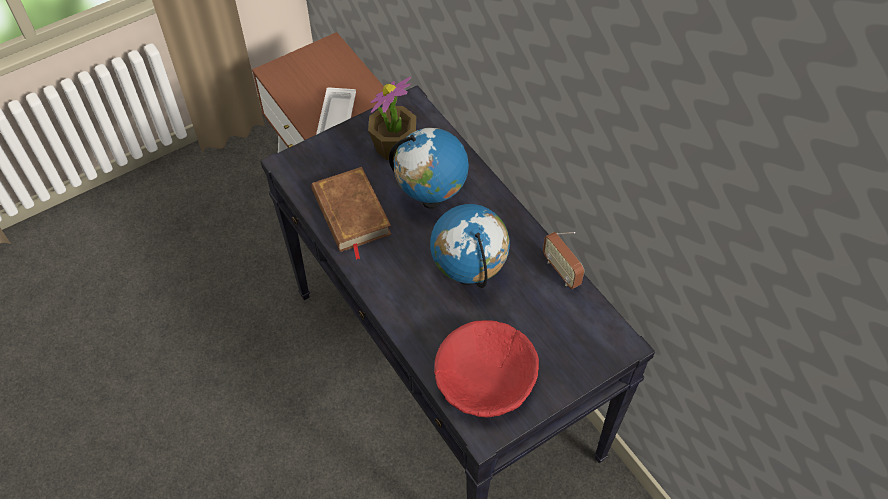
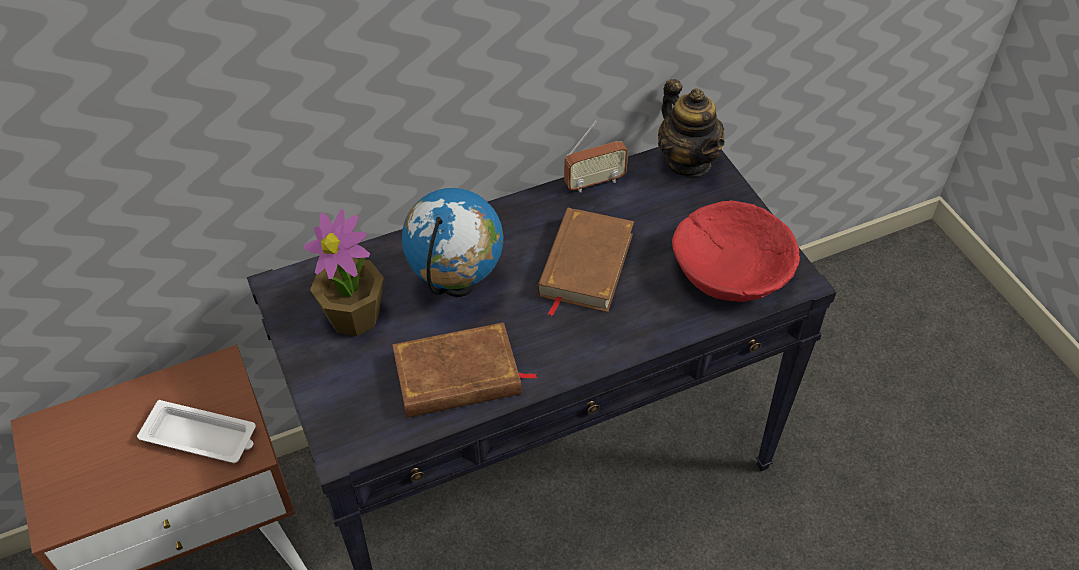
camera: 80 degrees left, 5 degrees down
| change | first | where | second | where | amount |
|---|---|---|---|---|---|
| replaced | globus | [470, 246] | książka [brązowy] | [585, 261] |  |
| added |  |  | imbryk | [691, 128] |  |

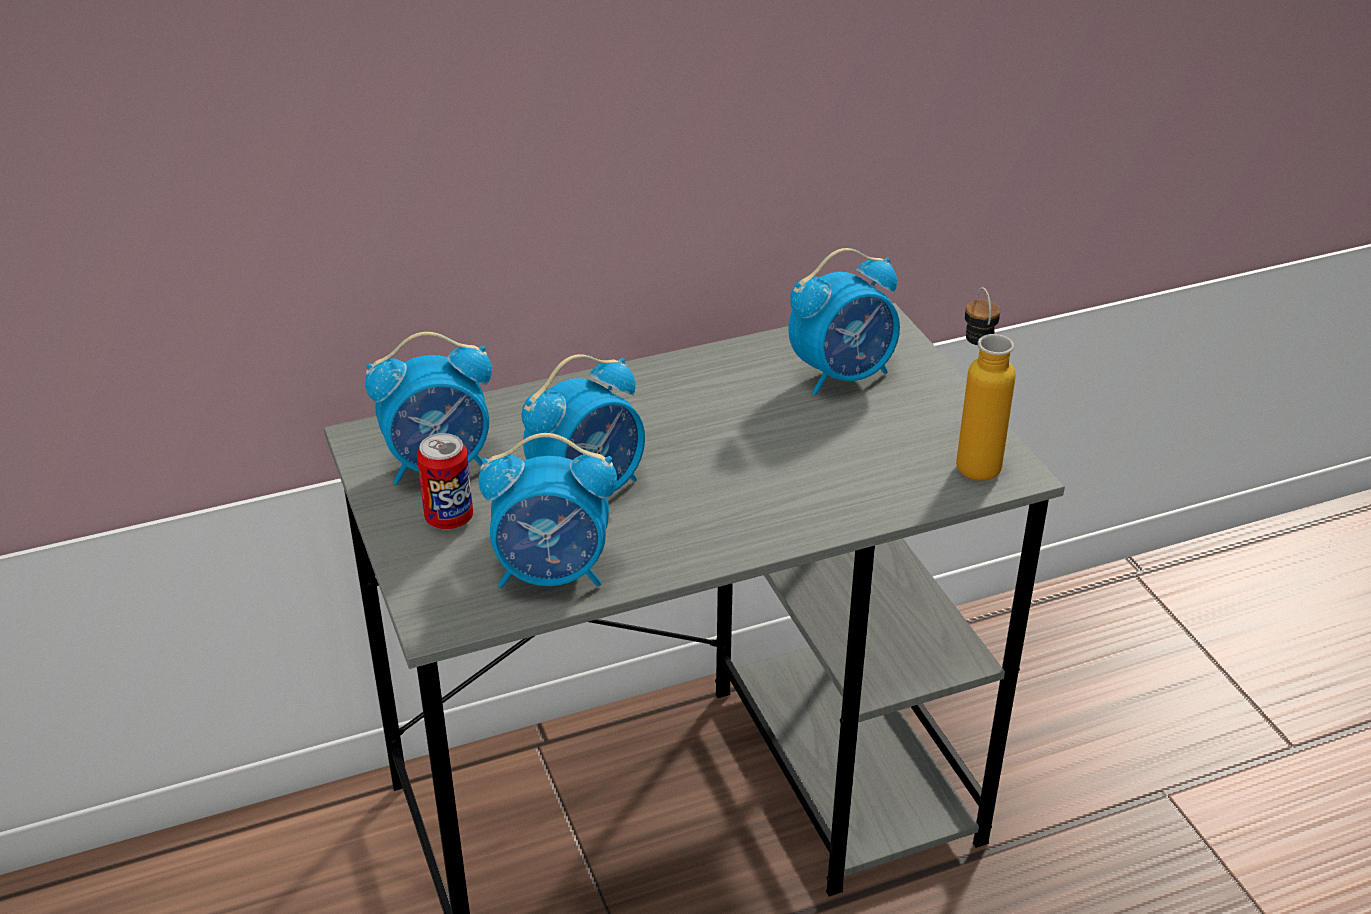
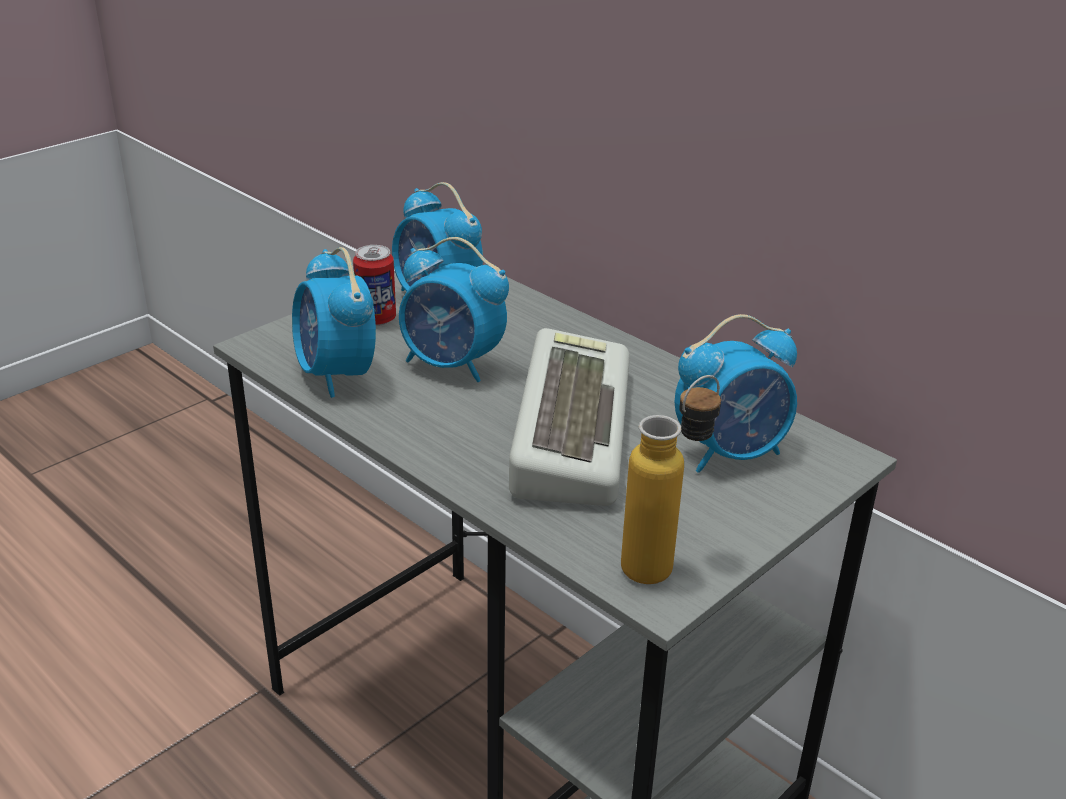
camera: 65 degrees right, 5 degrees down
| change | first | where | second | where | amount |
|---|---|---|---|---|---|
| added |  |  | klawiatura | [569, 417] |  |
| turned | budzik | [844, 322] |  | [736, 393] | 60 degrees counterclockwise |

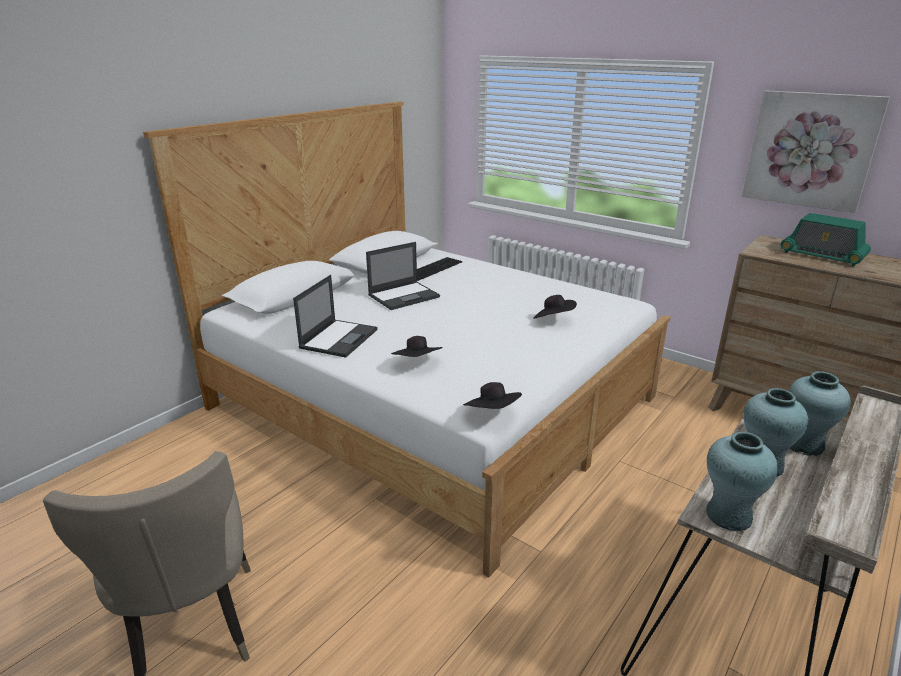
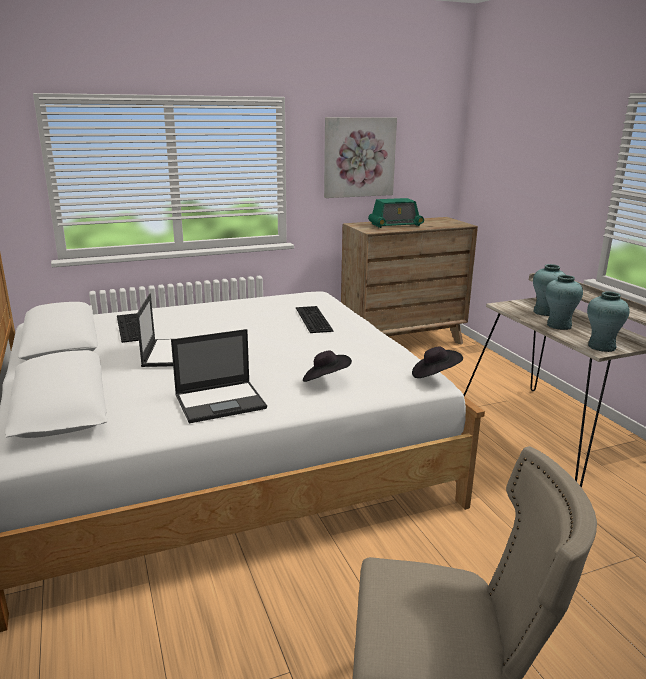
camera: 60 degrees left, 5 degrees down
| change | first | where | second | where | amount |
|---|---|---|---|---|---|
| turned | laptop | [335, 316] |  | [219, 376] | 105 degrees clockwise |
| replaced | kapelusz [czarny] | [555, 307] | klawiatura | [315, 319] |  |

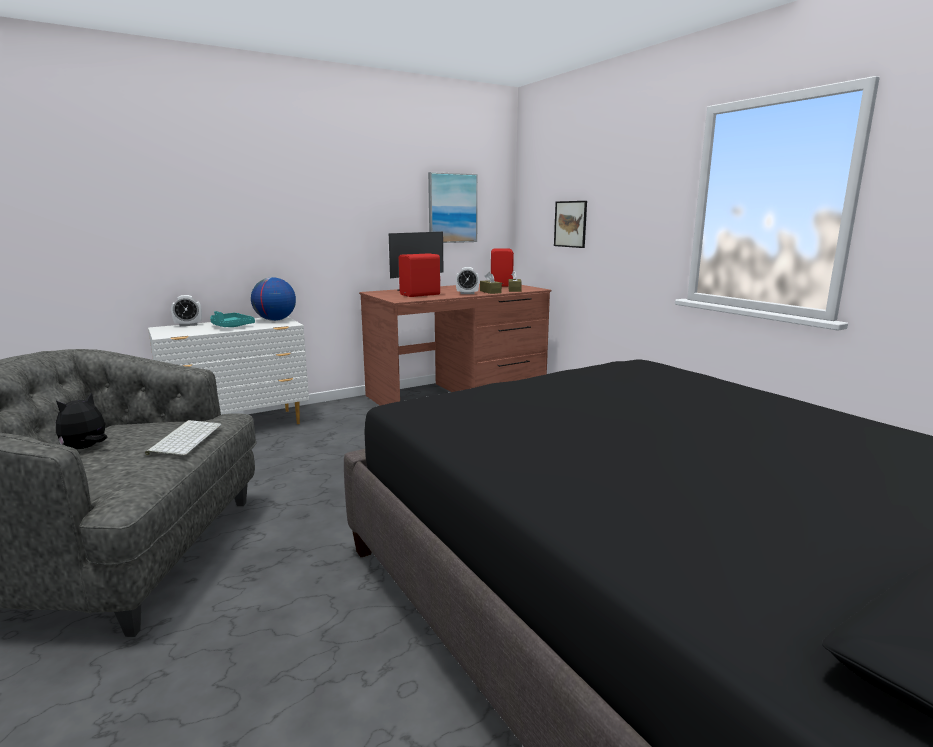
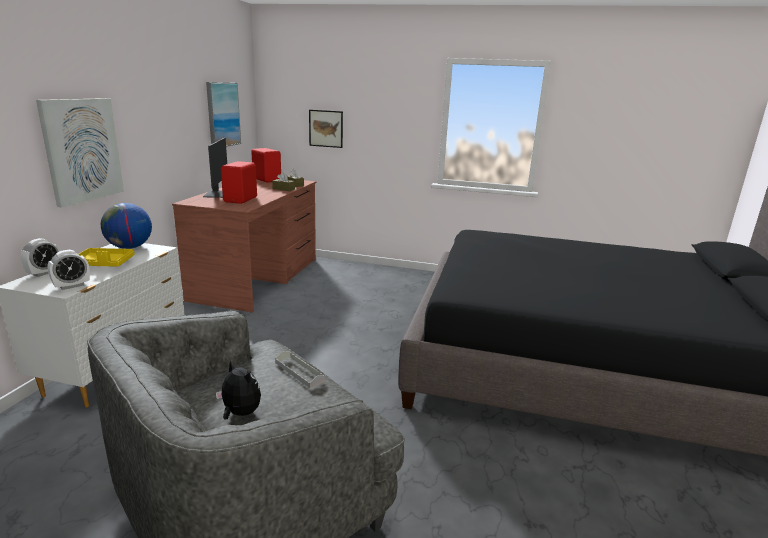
camera: 45 degrees left, 5 degrees up
| change | first | where | second | where | amount |
|---|---|---|---|---|---|
| added |  |  | obraz | [80, 152] |  |
| moved | budzik | [467, 280] |  | [69, 270] |  |
| recoloured | taca [turkusowy] | [232, 319] | taca [żółty] | [106, 257] |  |
| turned | pluszak | [81, 421] |  | [238, 390] | 135 degrees clockwise |
| replaced | klawiatura | [183, 437] | taca [szary] | [300, 369] |  |

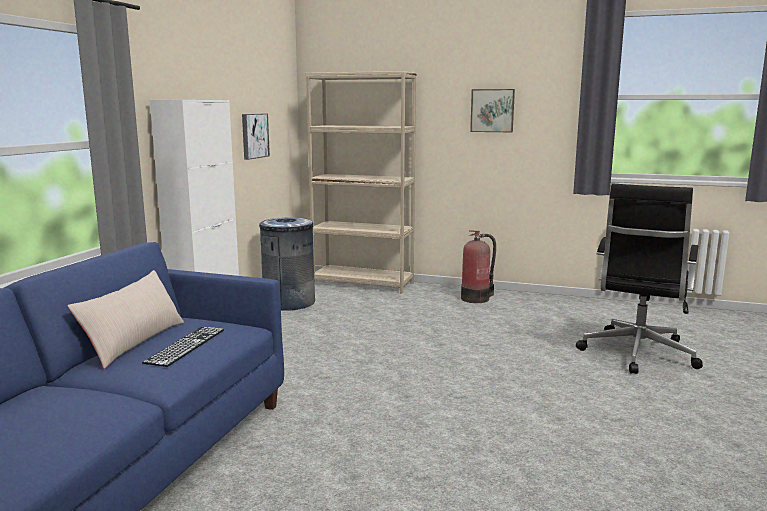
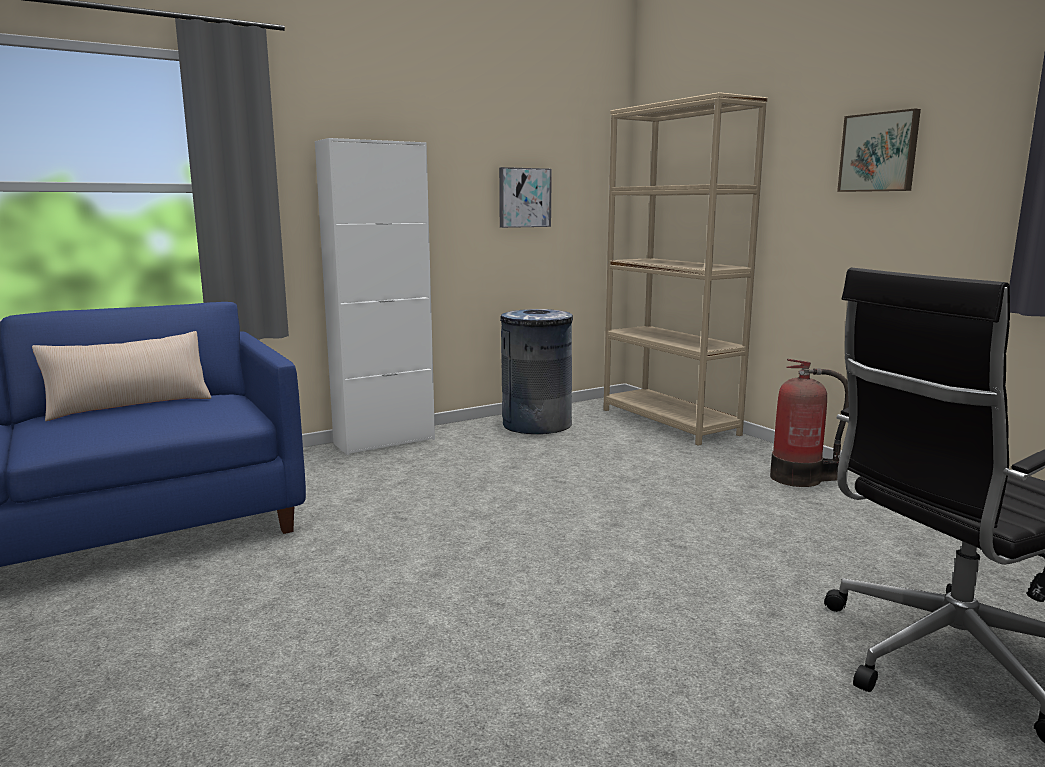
camera: 40 degrees right, 0 degrees up
| change | first | where | second | where | amount |
|---|---|---|---|---|---|
| removed | klawiatura | [183, 347] |  |  |  |

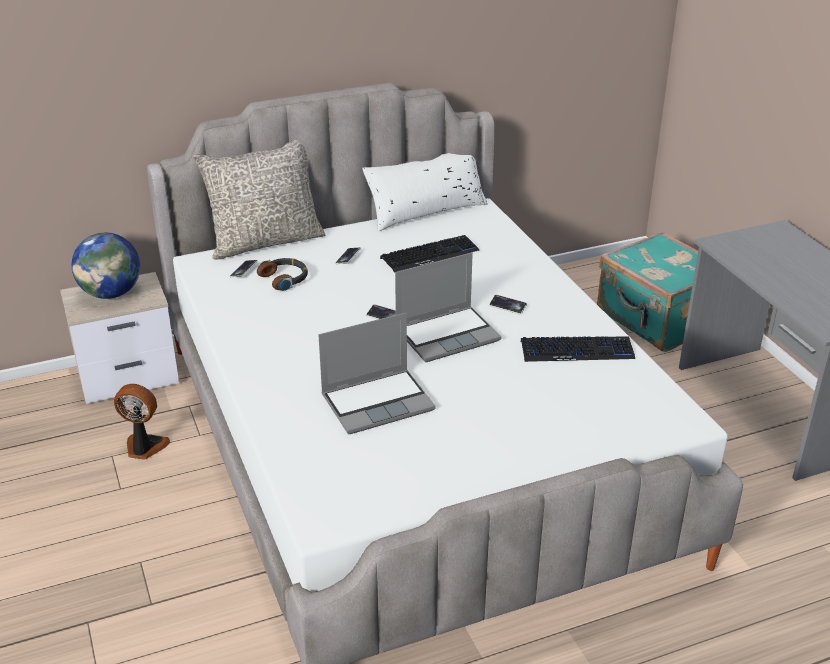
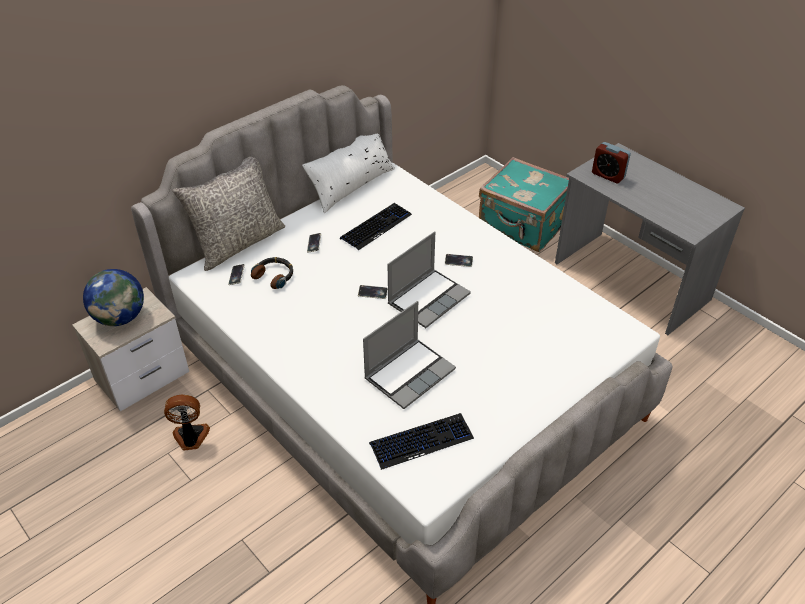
camera: 20 degrees left, 10 degrees up
| change | first | where | second | where | amount |
|---|---|---|---|---|---|
| moved | klawiatura | [578, 349] |  | [421, 441] |  |
| added |  |  | budzik | [611, 162] |  |

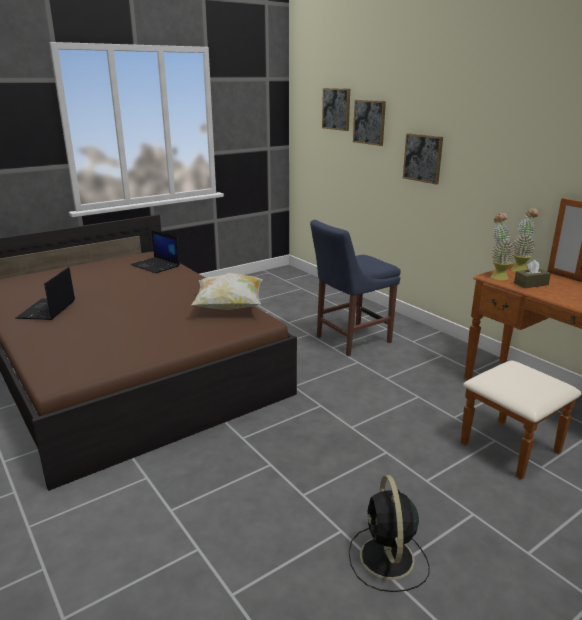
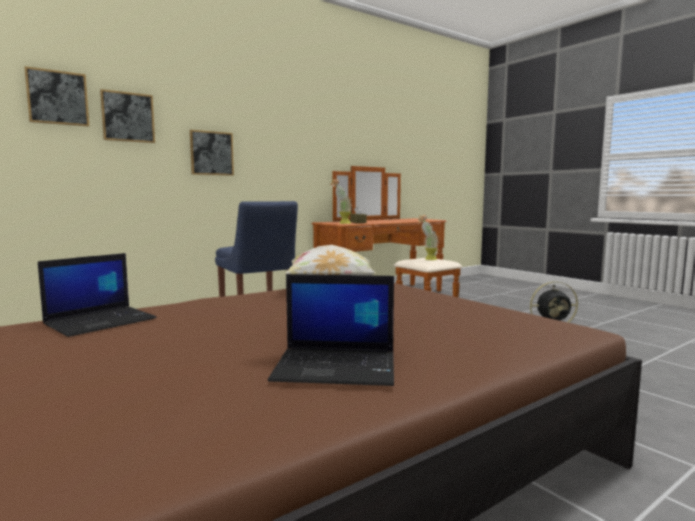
camera: 90 degrees left, 15 degrees down
| change | first | where | second | where | amount |
|---|---|---|---|---|---|
| moved | roślina doniczkowa | [525, 240] |  | [428, 237] |  |

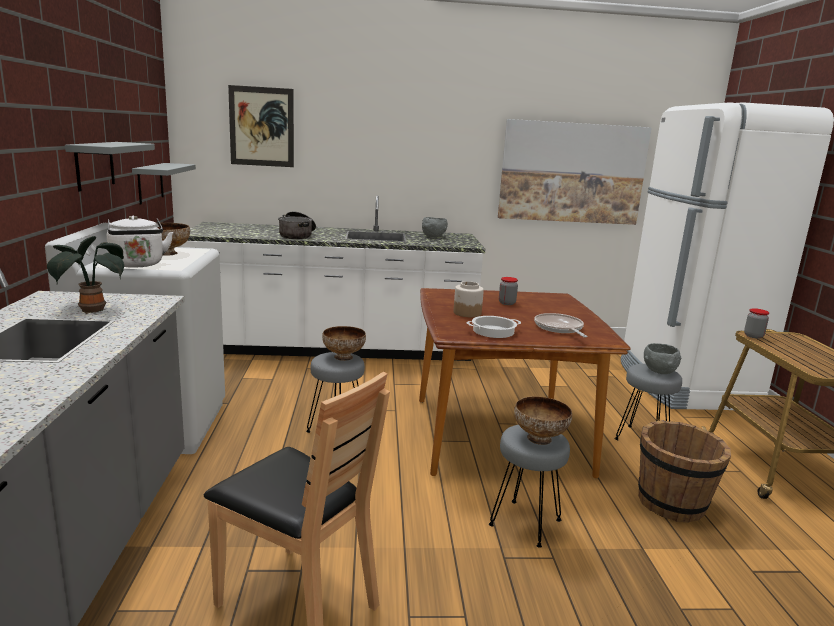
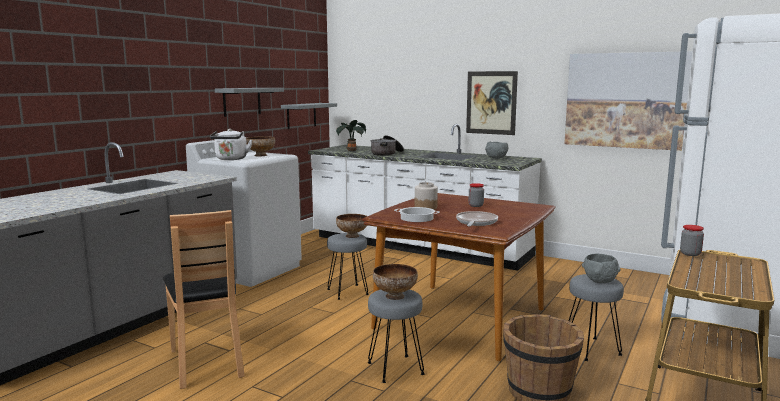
camera: 35 degrees right, 5 degrees down
| change | first | where | second | where | amount |
|---|---|---|---|---|---|
| moved | roślina doniczkowa | [85, 275] |  | [351, 135] |  |
| moved | obraz | [261, 126] |  | [492, 103] |  |

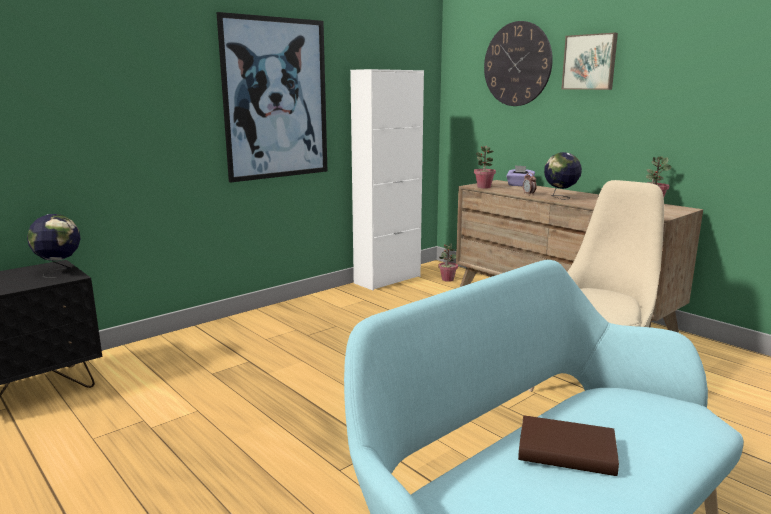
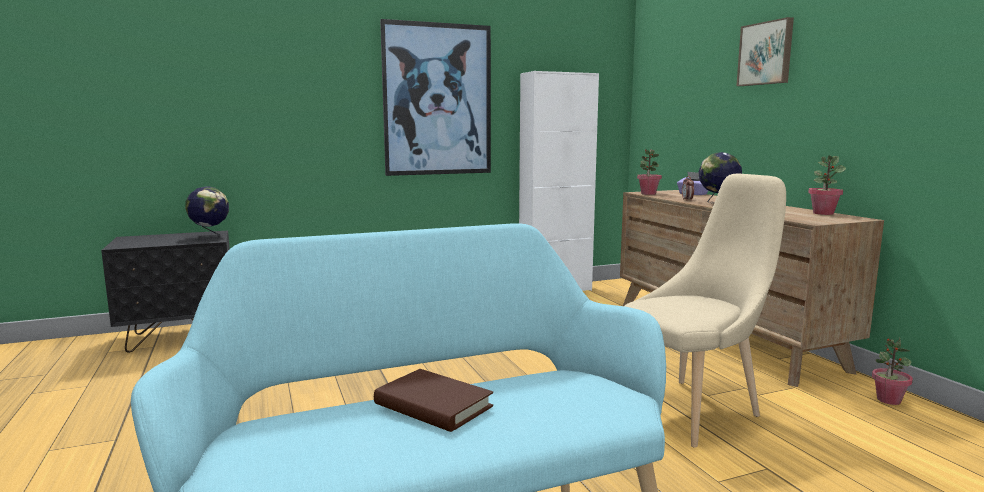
camera: 20 degrees right, 5 degrees down
| change | first | where | second | where | amount |
|---|---|---|---|---|---|
| moved | roślina doniczkowa | [448, 263] |  | [892, 371] |  |
| removed | zegar ścienny | [518, 63] |  |  |  |

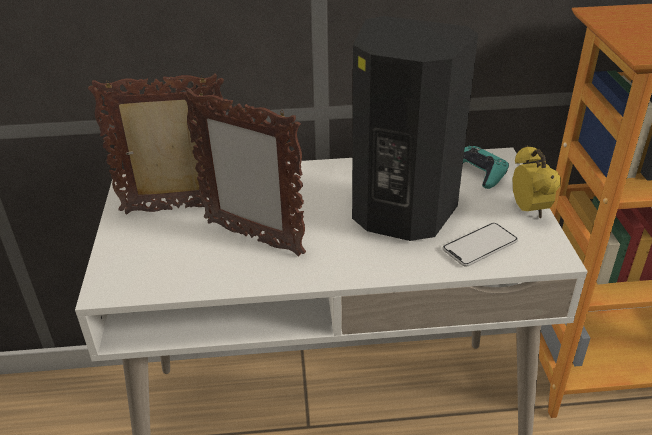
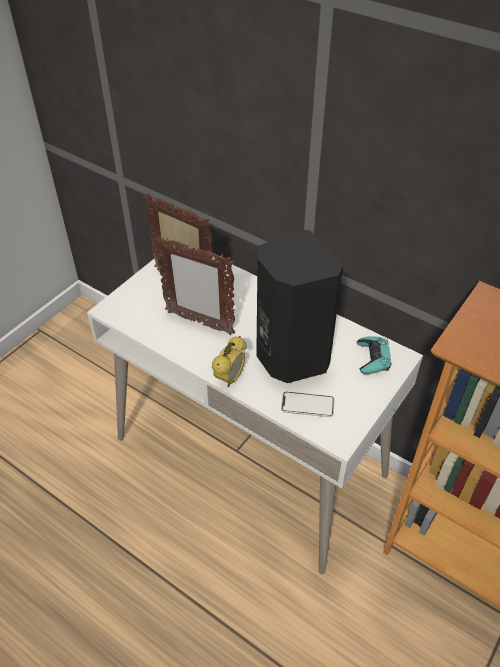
camera: 40 degrees right, 10 degrees up
| change | first | where | second | where | amount |
|---|---|---|---|---|---|
| turned | ramka na zdjęcie | [244, 172] |  | [194, 285] | 45 degrees counterclockwise |
| moved | budzik | [536, 182] |  | [229, 361] |  |

